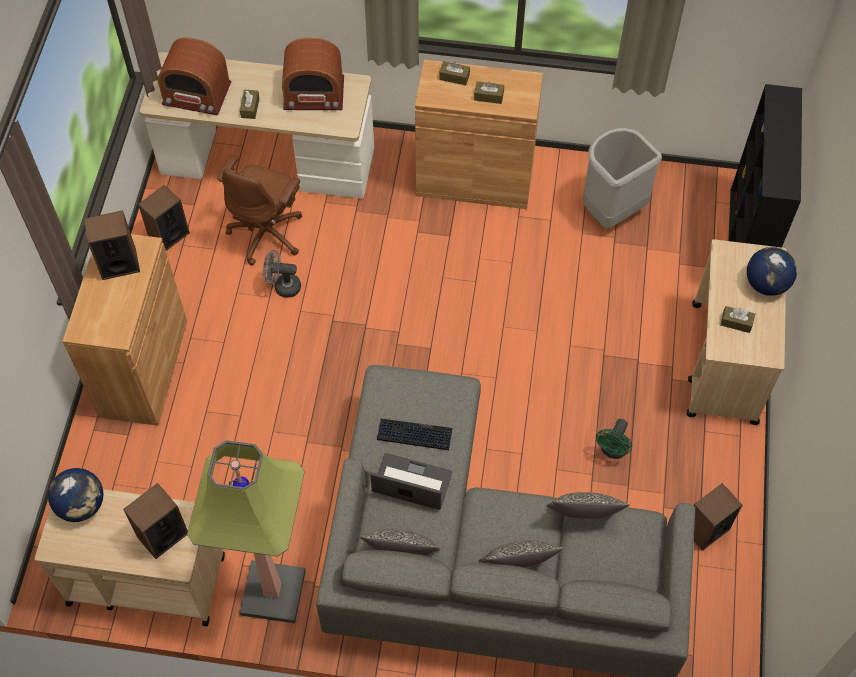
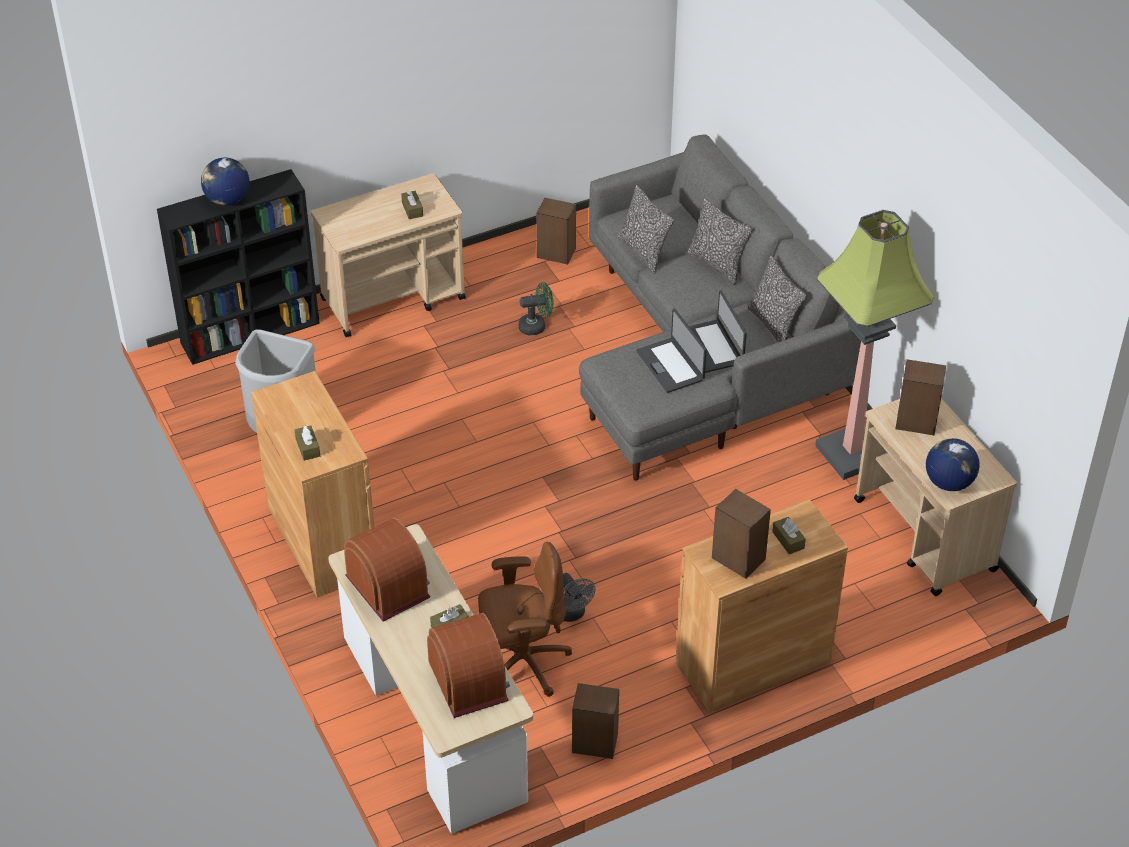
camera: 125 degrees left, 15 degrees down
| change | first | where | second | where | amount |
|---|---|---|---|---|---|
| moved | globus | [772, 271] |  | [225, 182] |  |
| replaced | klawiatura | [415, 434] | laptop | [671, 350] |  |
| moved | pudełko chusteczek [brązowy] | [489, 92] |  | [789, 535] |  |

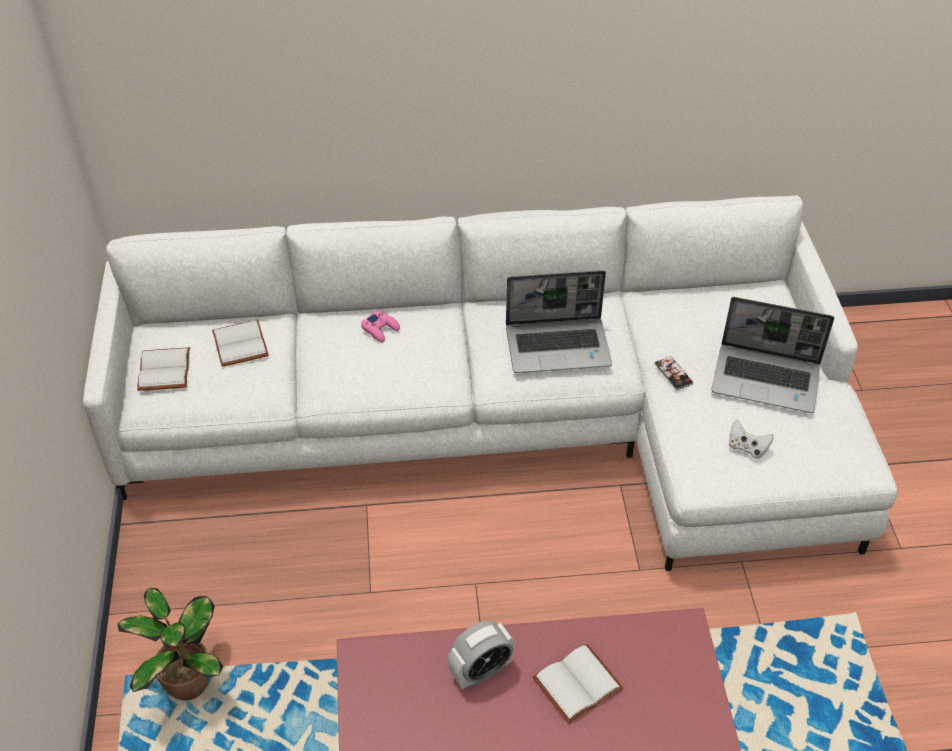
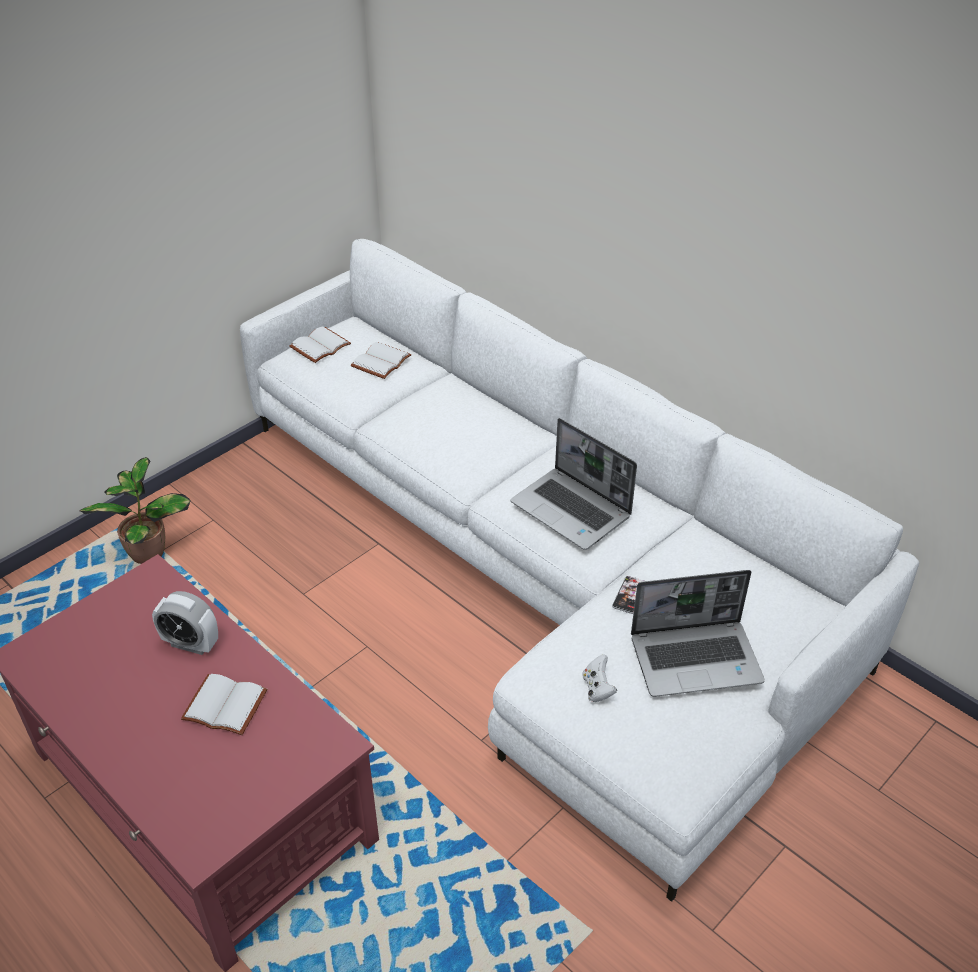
camera: 50 degrees right, 5 degrees down
| change | first | where | second | where | amount |
|---|---|---|---|---|---|
| turned | laptop | [772, 355] |  | [698, 633] | 75 degrees counterclockwise |
| removed | pad do gier [różowy] | [380, 326] |  |  |  |

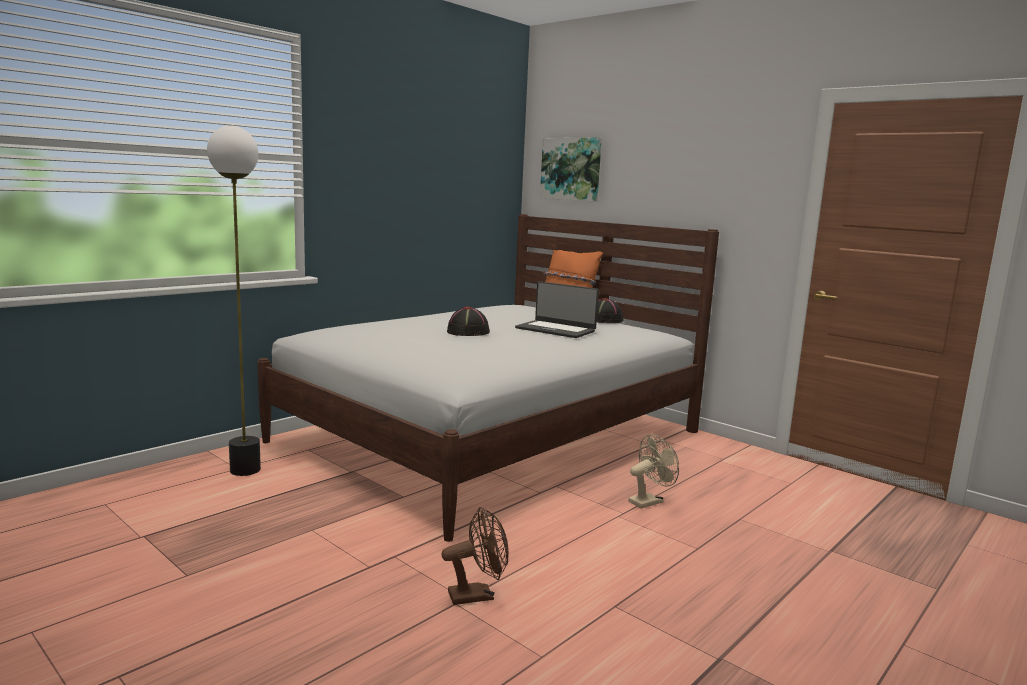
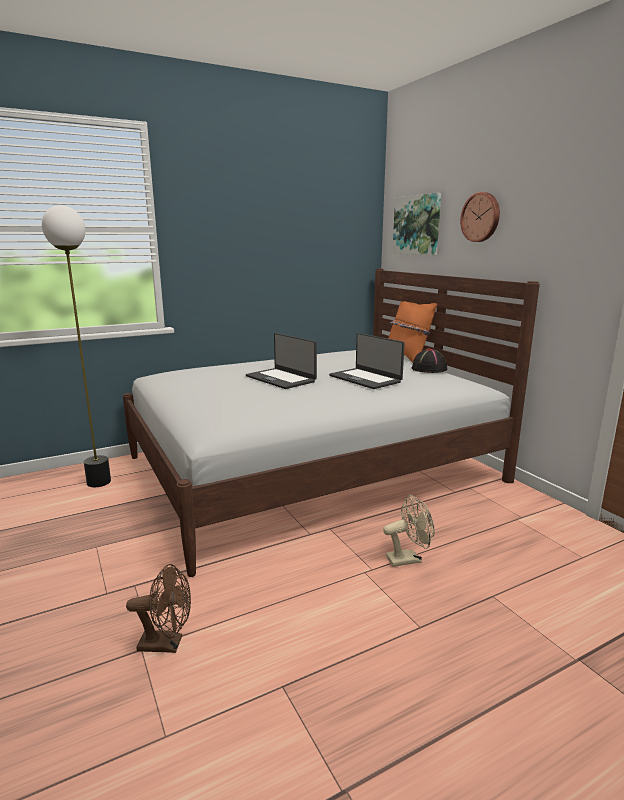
camera: 20 degrees right, 5 degrees up
| change | first | where | second | where | amount |
|---|---|---|---|---|---|
| replaced | kapelusz [czarny] | [468, 321] | laptop | [281, 361] |  |
| added |  |  | zegar ścienny | [480, 217] |  |

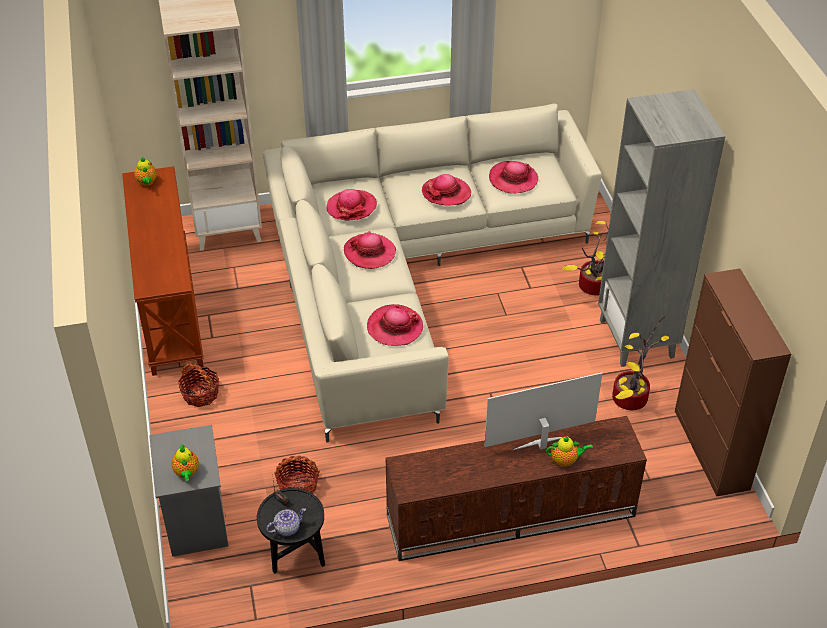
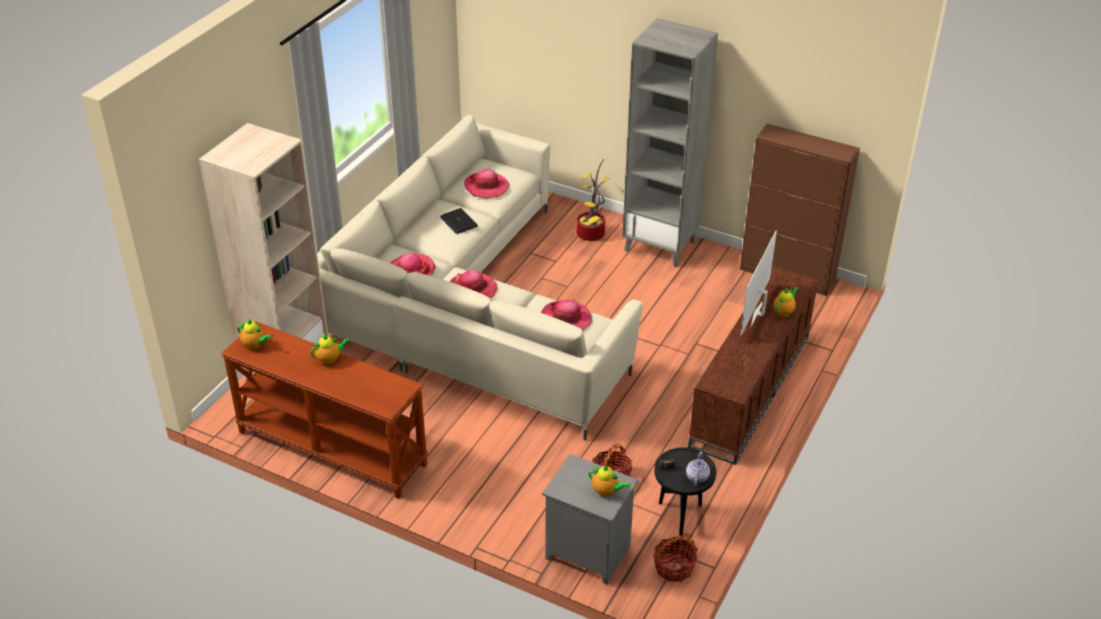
camera: 50 degrees left, 5 degrees down
| change | first | where | second | where | amount |
|---|---|---|---|---|---|
| added |  |  | imbryk | [330, 349] |  |
| replaced | kapelusz | [446, 190] | laptop | [459, 221] |  |
| moved | koszyk | [198, 384] |  | [675, 558] |  |
| removed | roślina doniczkowa | [640, 363] |  |  |  |

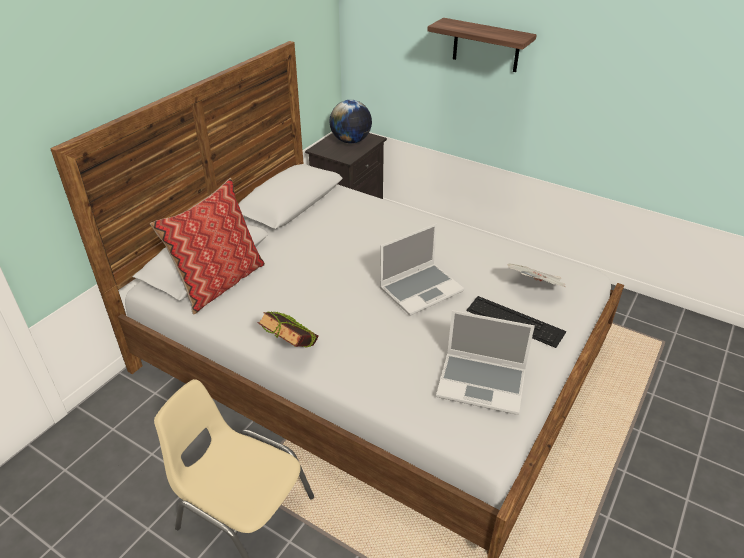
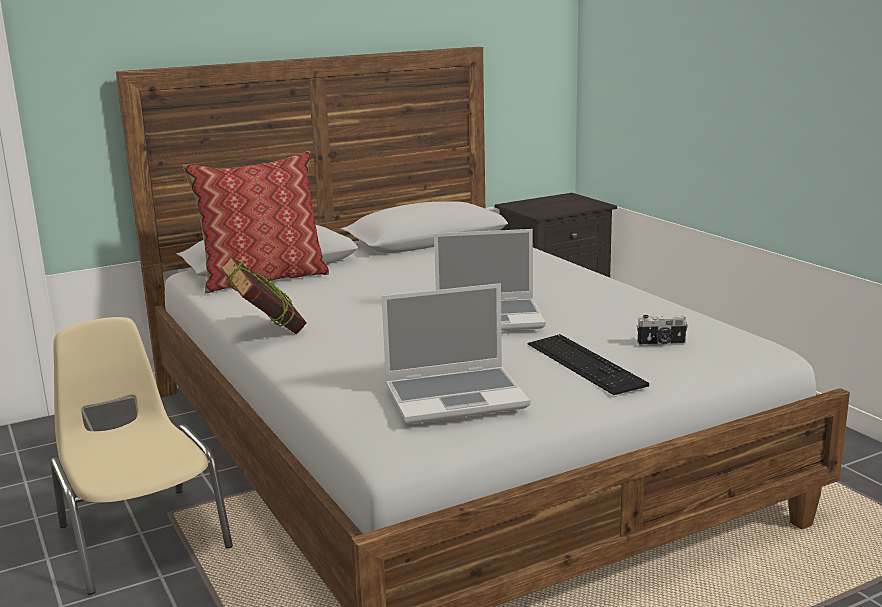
camera: 30 degrees right, 20 degrees down
| change | first | where | second | where | amount |
|---|---|---|---|---|---|
| turned | laptop | [485, 362] |  | [456, 353] | 60 degrees counterclockwise |
| replaced | gazeta | [537, 275] | aparat fotograficzny | [662, 330] |  |
| removed | globus | [350, 121] |  |  |  |
| removed | półka | [482, 45] |  |  |  |

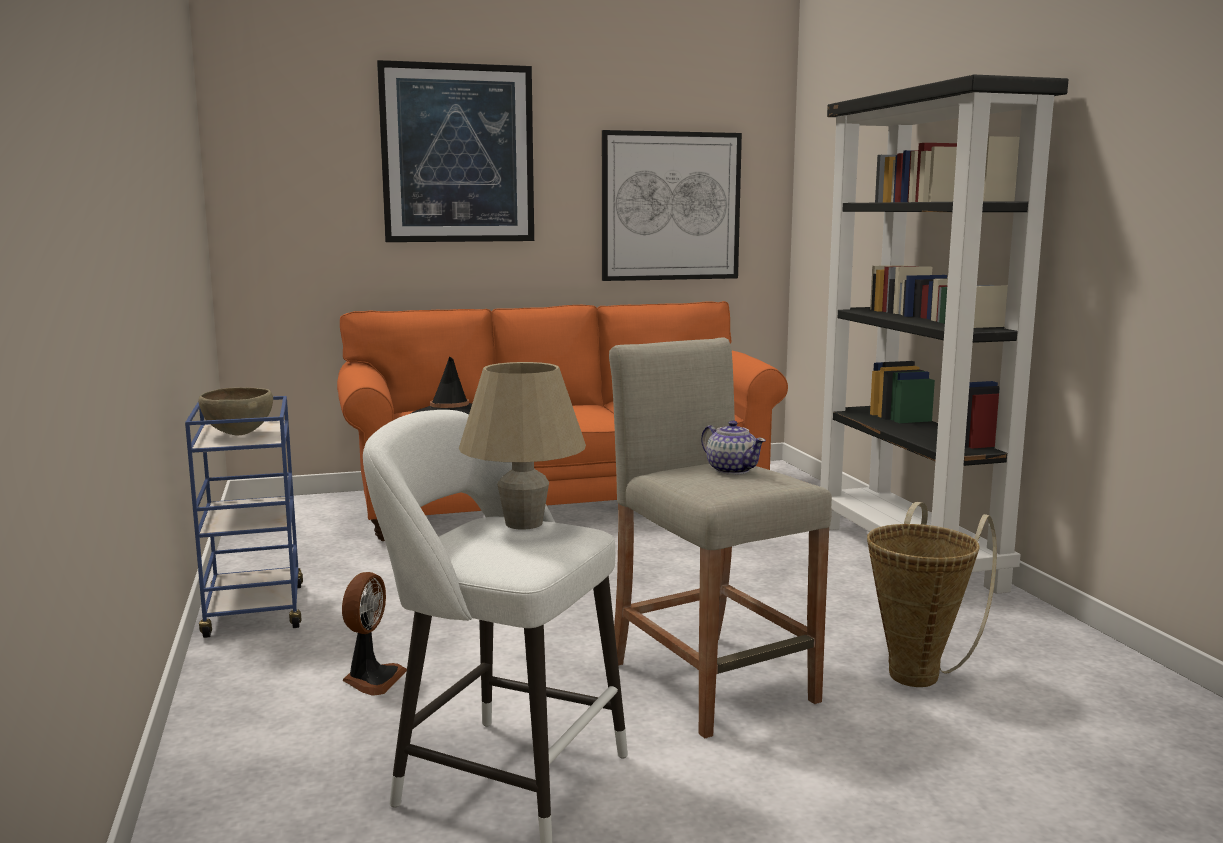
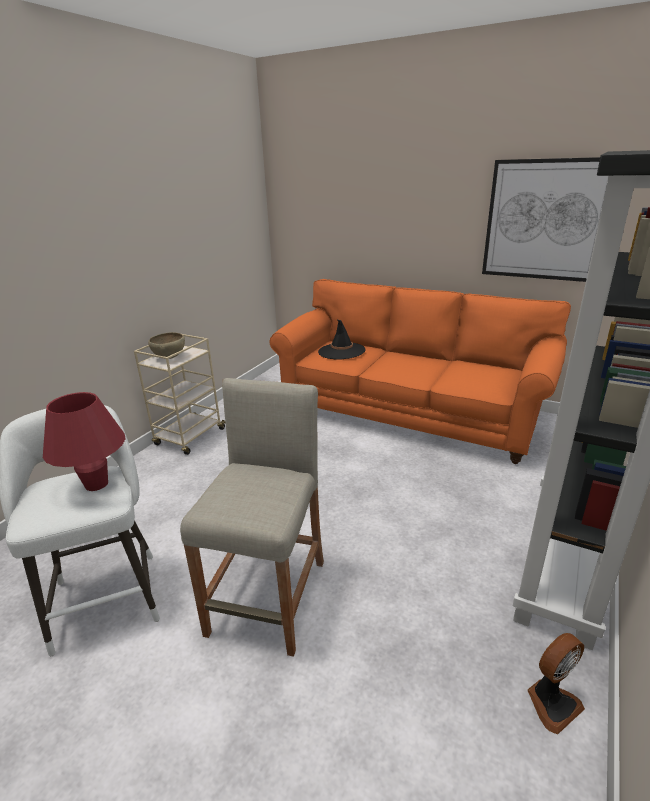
camera: 45 degrees right, 15 degrees up
| change | first | where | second | where | amount |
|---|---|---|---|---|---|
| recoloured | lampa stołowa [beżowy] | [522, 446] | lampa stołowa [czerwony] | [84, 441] |  |
| recoloured | wózek [niebieski] | [244, 517] | wózek [beżowy] | [180, 394] |  |
| moved | wentylator | [374, 634] |  | [556, 683] |  |
| removed | obraz | [455, 151] |  |  |  |
| removed | imbryk | [733, 447] |  |  |  |
| removed | koszyk | [932, 594] |  |  |  |

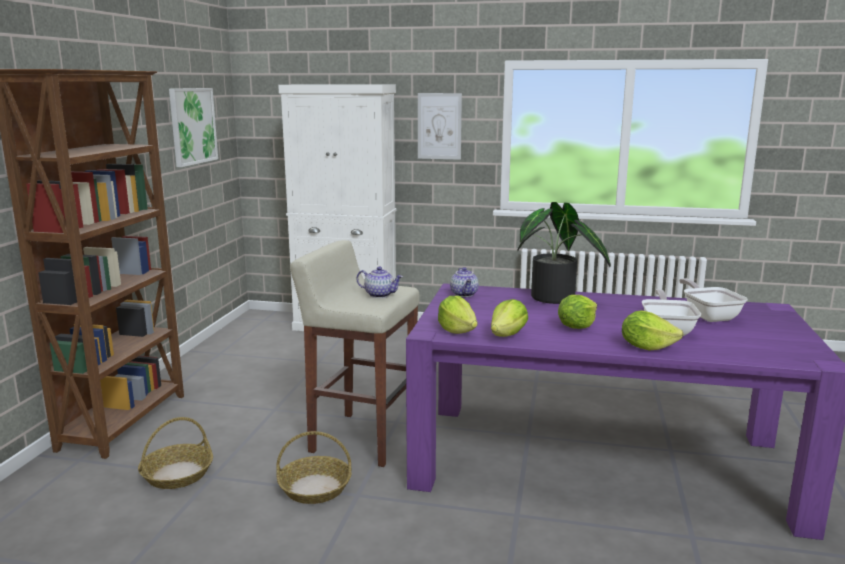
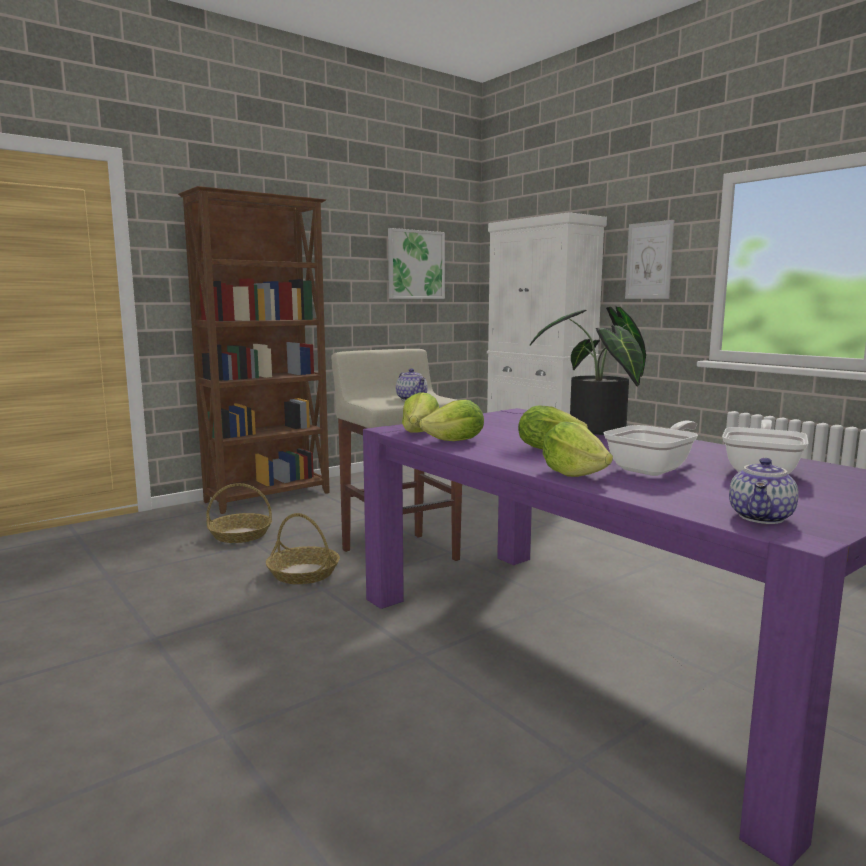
camera: 40 degrees right, 5 degrees down
| change | first | where | second | where | amount |
|---|---|---|---|---|---|
| moved | imbryk | [464, 282] |  | [764, 491] |  |

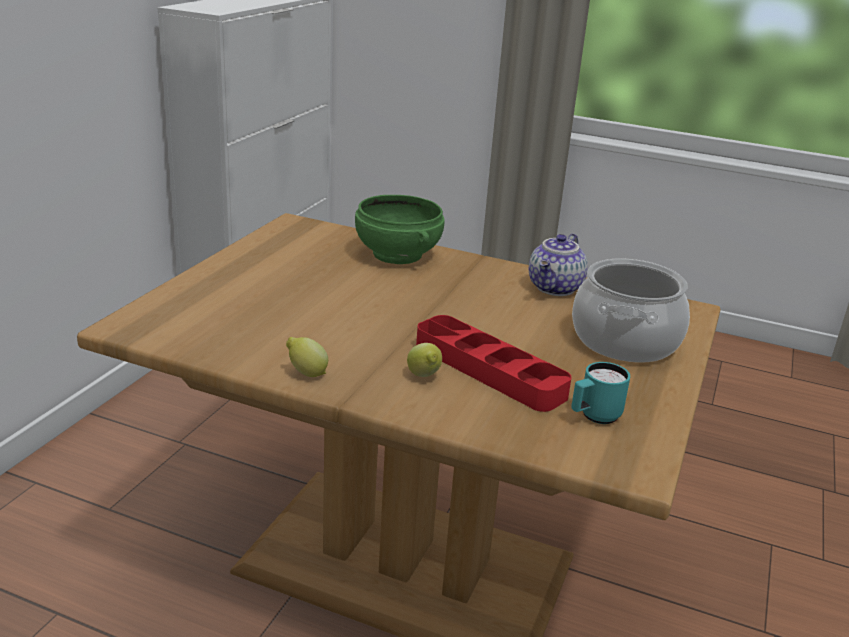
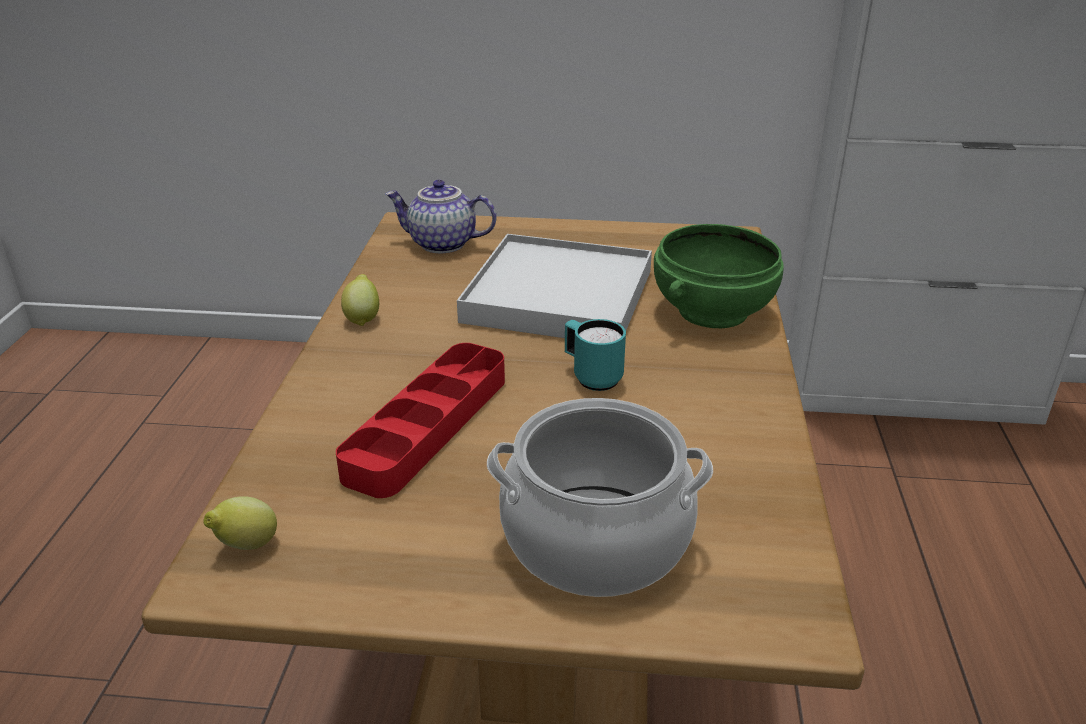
camera: 75 degrees right, 5 degrees up
| change | first | where | second | where | amount |
|---|---|---|---|---|---|
| moved | cytryna | [424, 360] |  | [240, 523] |  |
| moved | imbryk | [558, 264] |  | [440, 216] |  |
| added |  |  | taca [biały] | [554, 286] |  |
| moved | kubek [turkusowy] | [600, 393] |  | [595, 355] |  |

